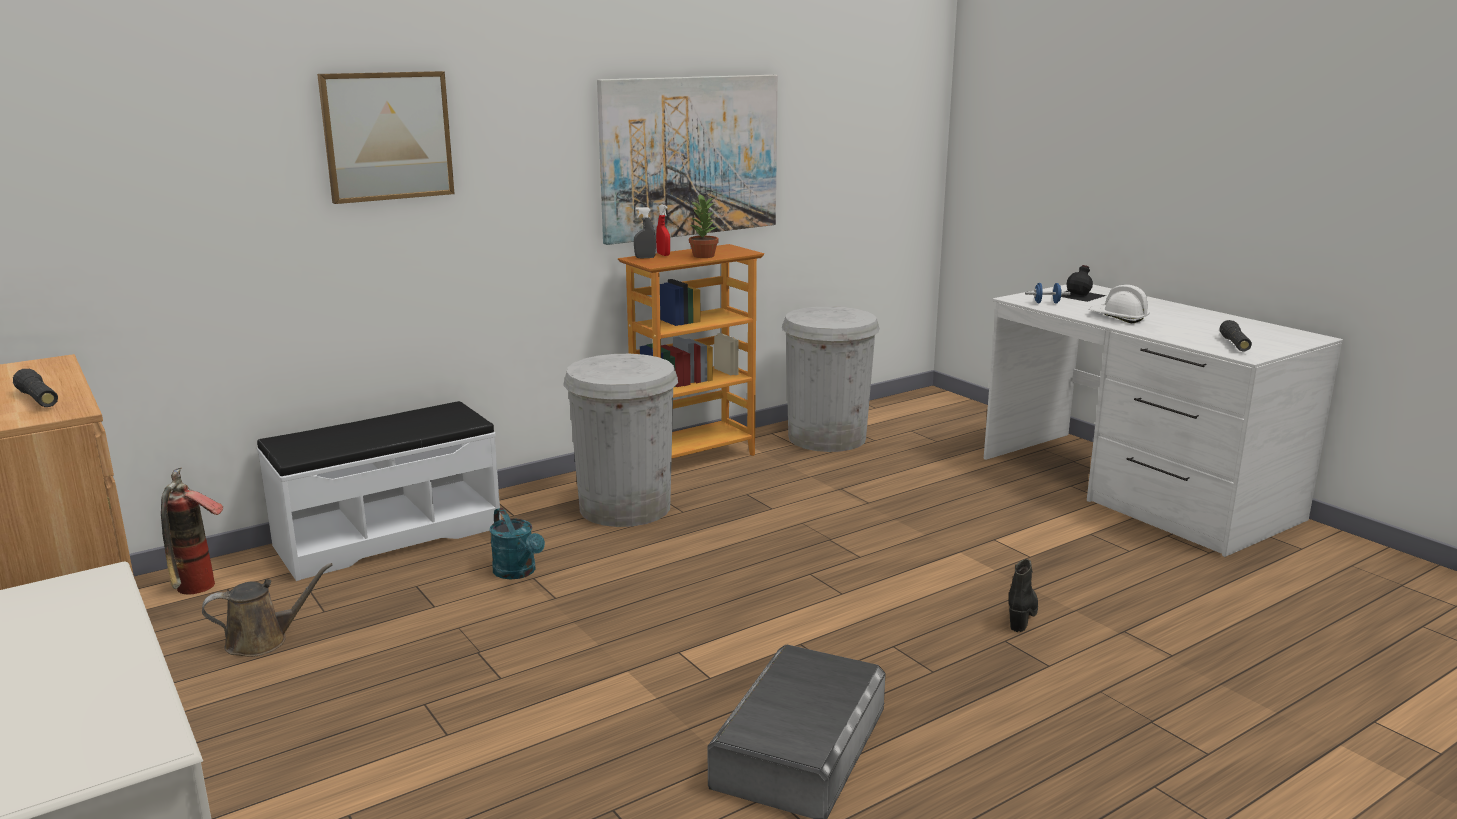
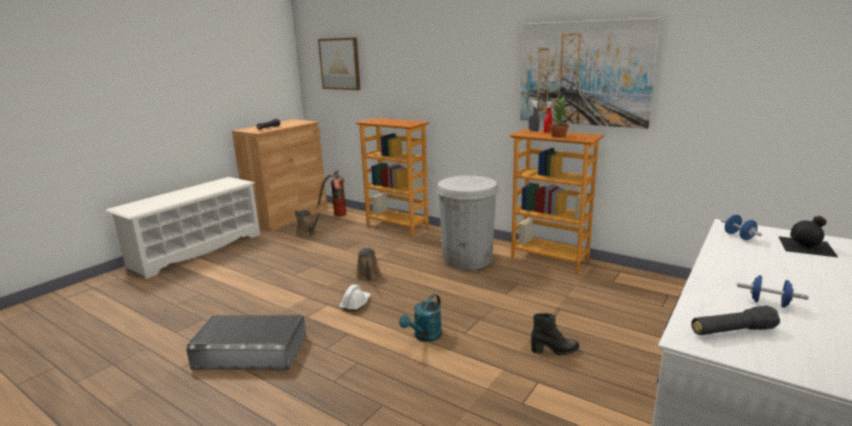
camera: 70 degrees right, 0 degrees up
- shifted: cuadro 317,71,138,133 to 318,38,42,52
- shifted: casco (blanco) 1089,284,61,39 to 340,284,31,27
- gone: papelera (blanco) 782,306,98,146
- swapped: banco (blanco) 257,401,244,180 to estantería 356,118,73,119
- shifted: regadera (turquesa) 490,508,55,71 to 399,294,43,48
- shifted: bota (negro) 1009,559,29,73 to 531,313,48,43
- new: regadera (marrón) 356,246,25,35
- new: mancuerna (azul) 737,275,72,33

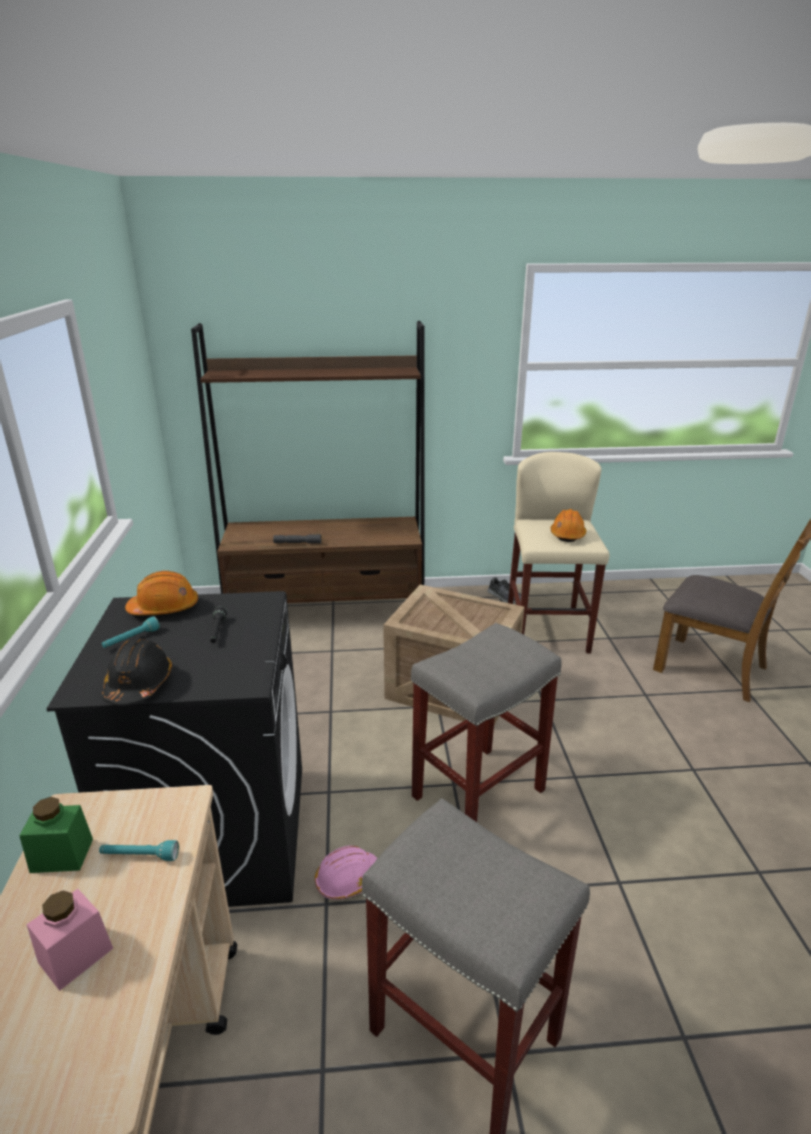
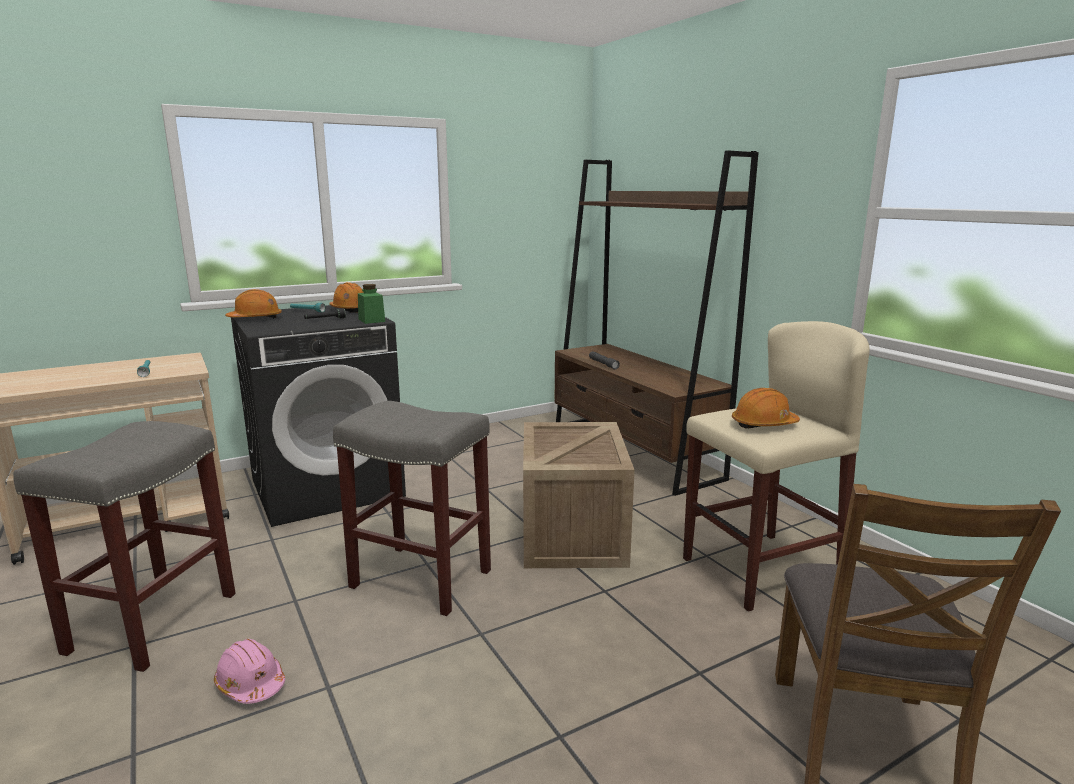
camera: 65 degrees right, 10 degrees down
- gone: zapato 487,577,34,27
- repainted: casco (negro) 102,638,70,67 to casco (naranja) 225,289,57,30
- shifted: tarro (verde) 19,797,74,76 to 358,284,27,40
- shifted: casco (rosa) 315,846,63,54 to 214,639,71,65
- gone: tarro (rosa) 26,889,87,102

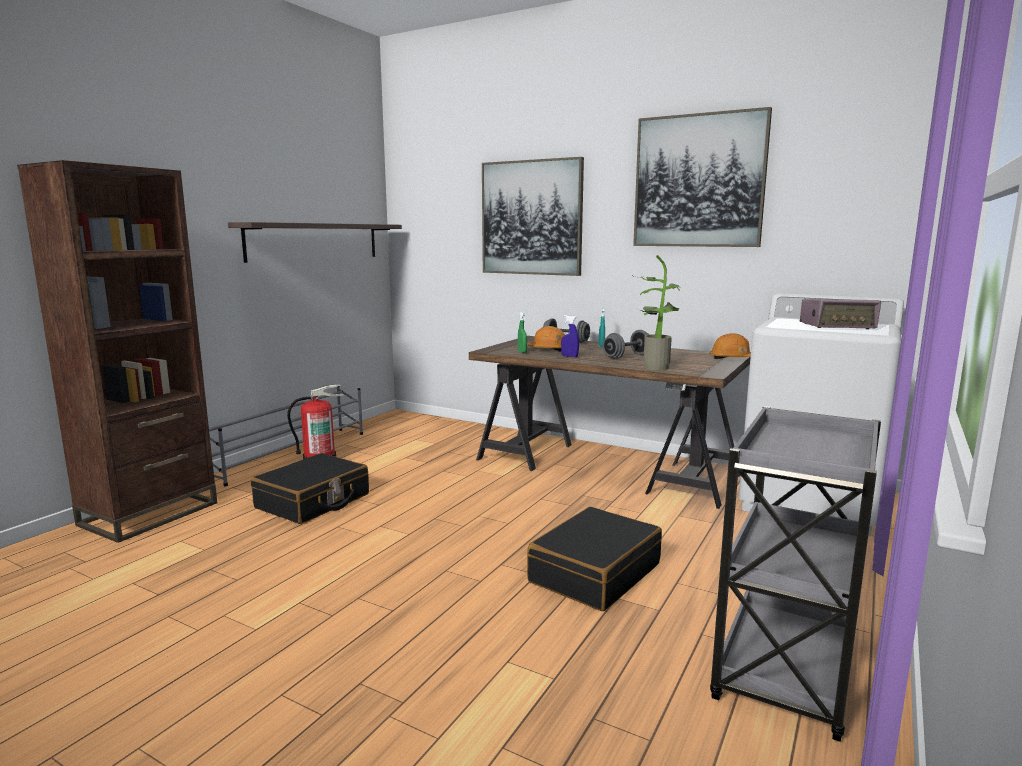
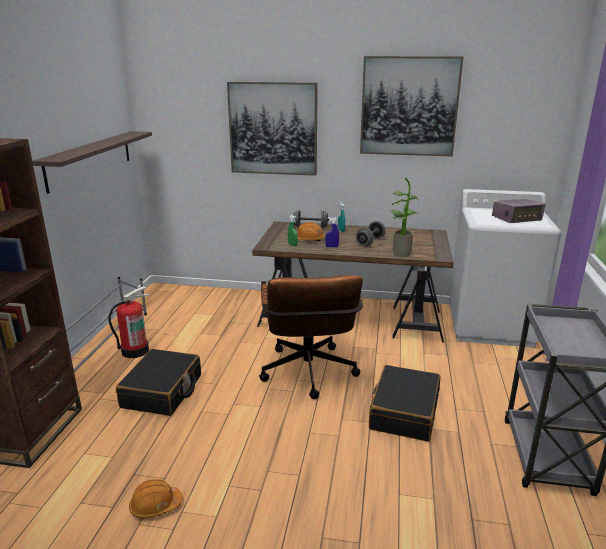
camera: 20 degrees left, 10 degrees up
- shifted: casco (naranja) 710,333,41,26 to 129,479,54,39
- new: silla de oficina (marrón) 259,275,104,124

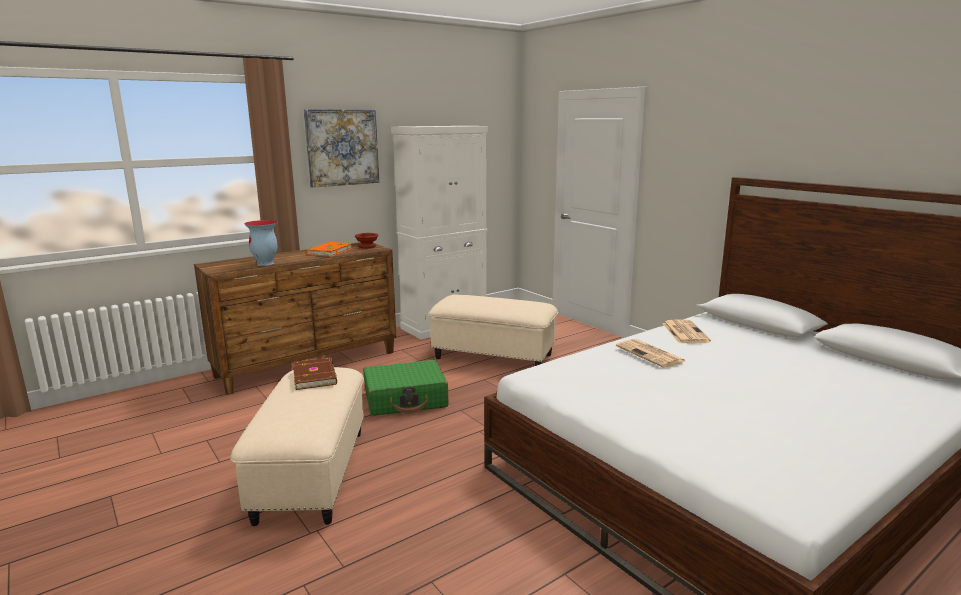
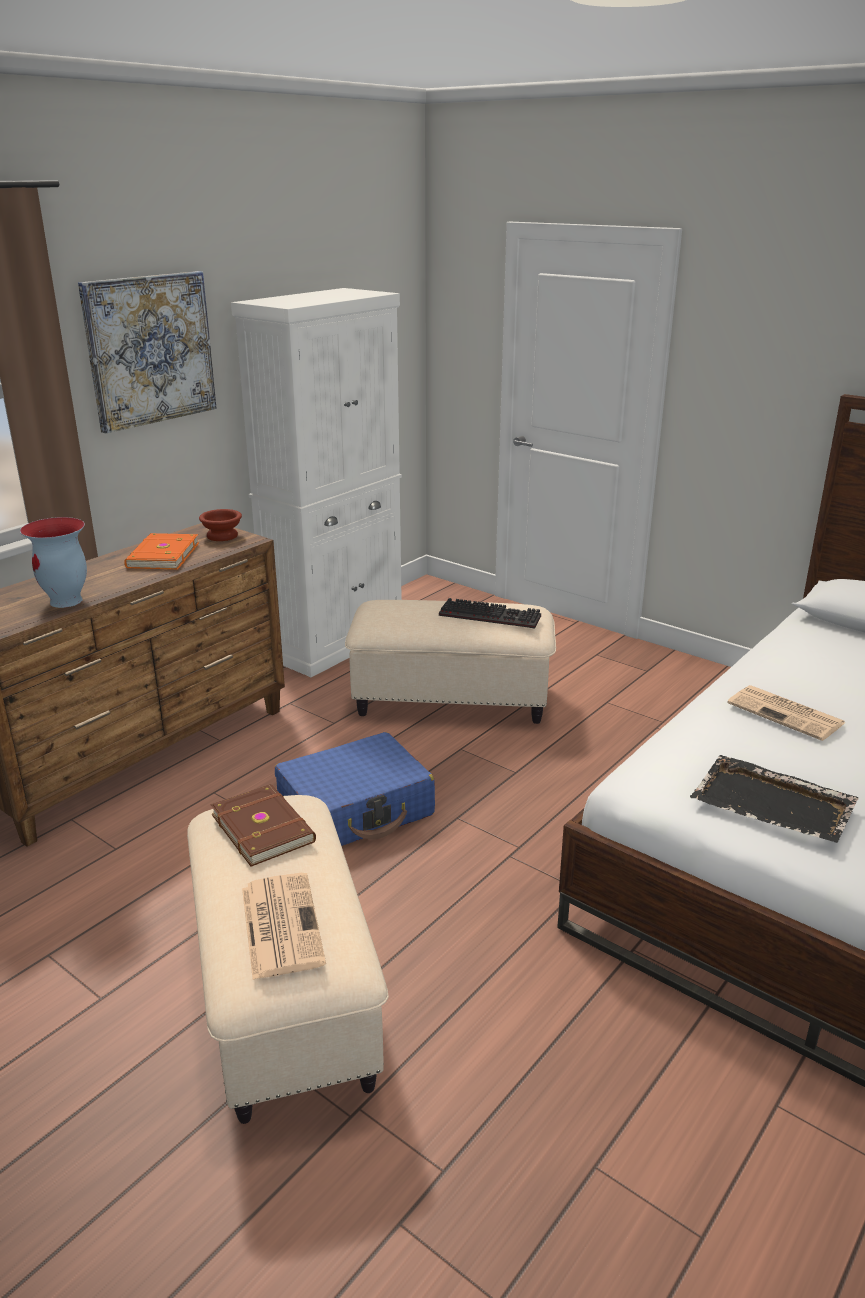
camera: 15 degrees left, 10 degrees up
- shifted: periódico 662,320,49,23 to 242,873,84,107
- repainted: maleta (verde) 363,360,85,56 to maleta (azul) 275,732,160,114
- new: teclado 439,598,102,30
- new: bandeja (negro) 690,755,169,88

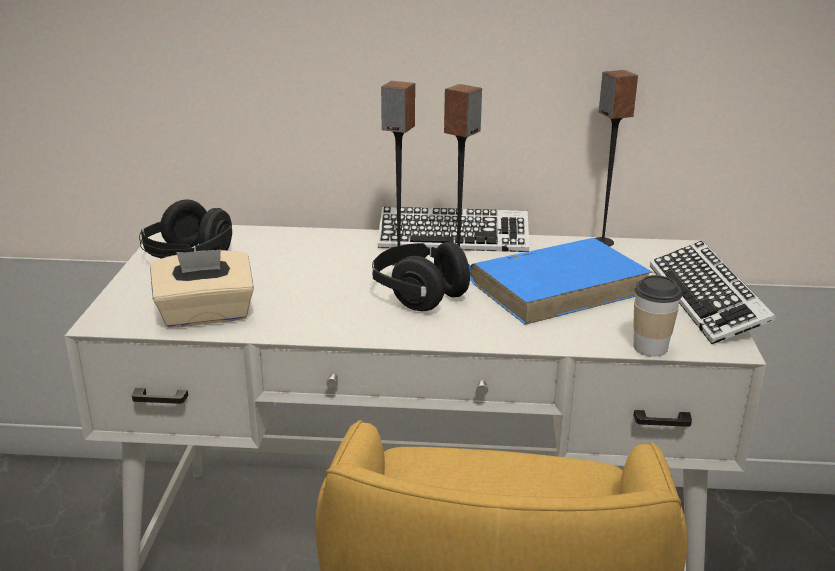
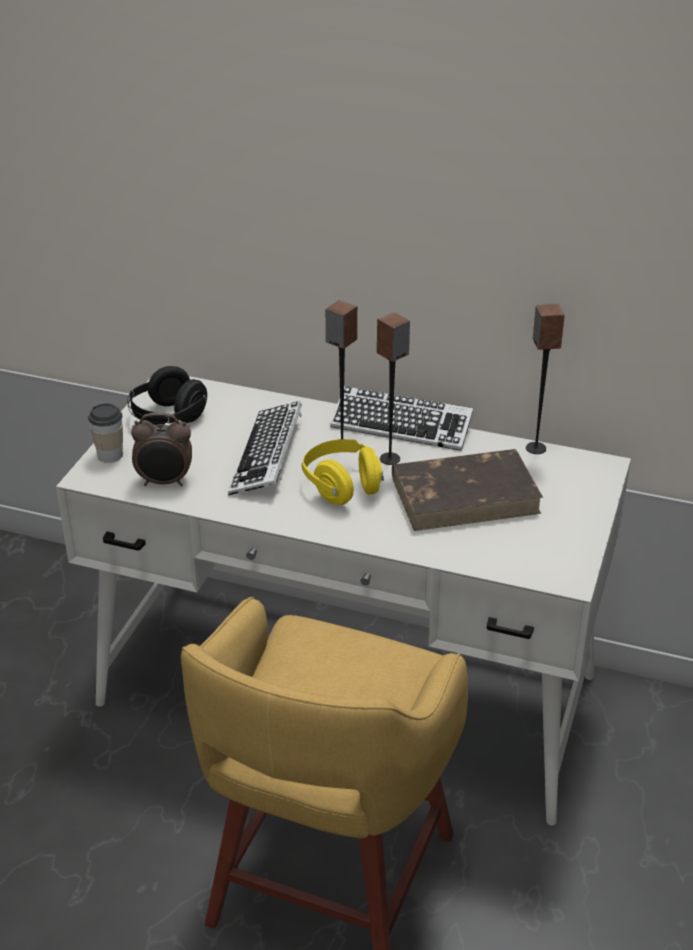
camera: 15 degrees right, 10 degrees up
- repainted: libro (azul) 469,238,183,87 to libro (marrón) 392,449,151,82
- shifted: teclado 650,241,126,103 to 228,401,74,94
- repainted: auriculares (negro) 372,242,101,69 to auriculares (amarillo) 302,439,82,66
- swapped: caja de pañuelos (beis) 150,249,104,79 to despertador 131,413,61,73
- shifted: taza 633,275,49,82 to 88,403,35,60

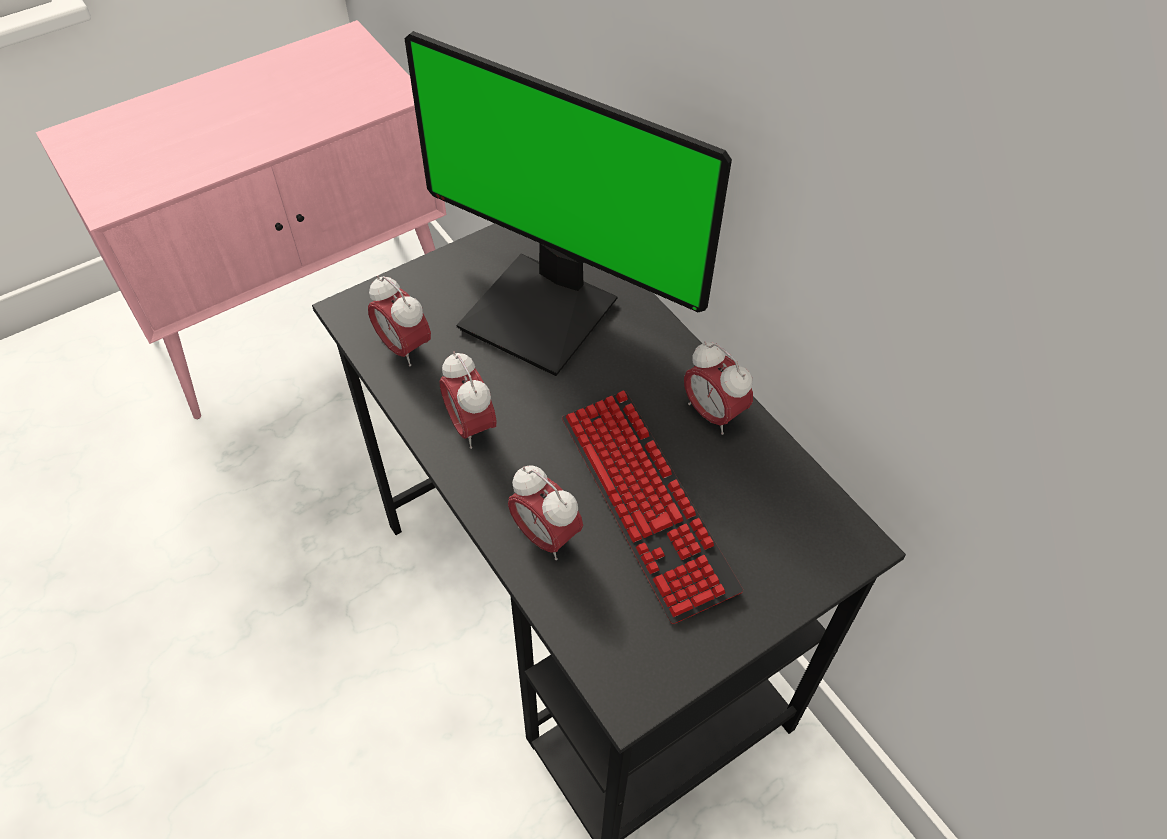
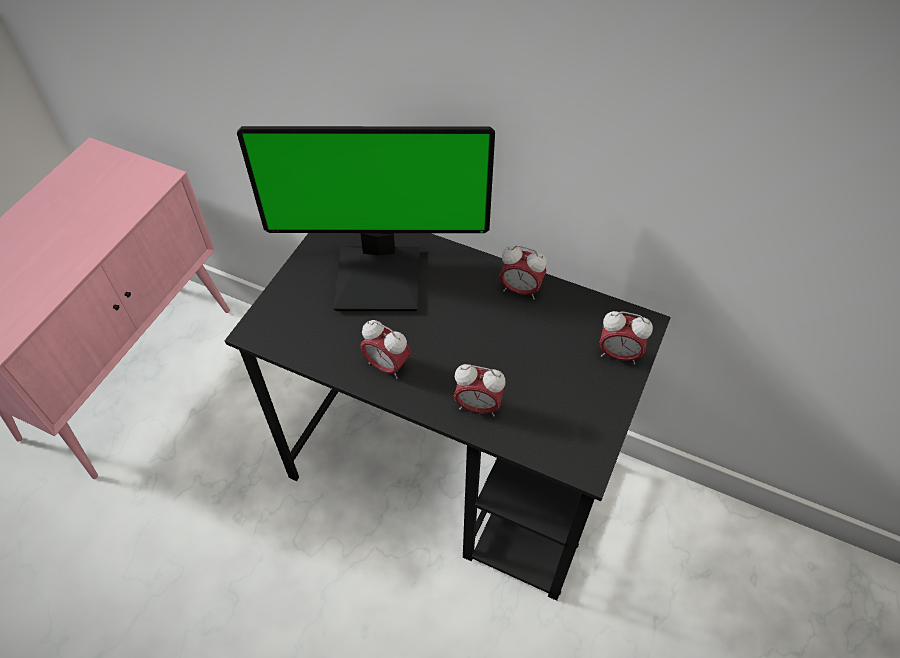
camera: 30 degrees left, 0 degrees up
- shifted: despertador 368,276,63,91 to 600,311,53,54
- gone: teclado 562,390,181,234

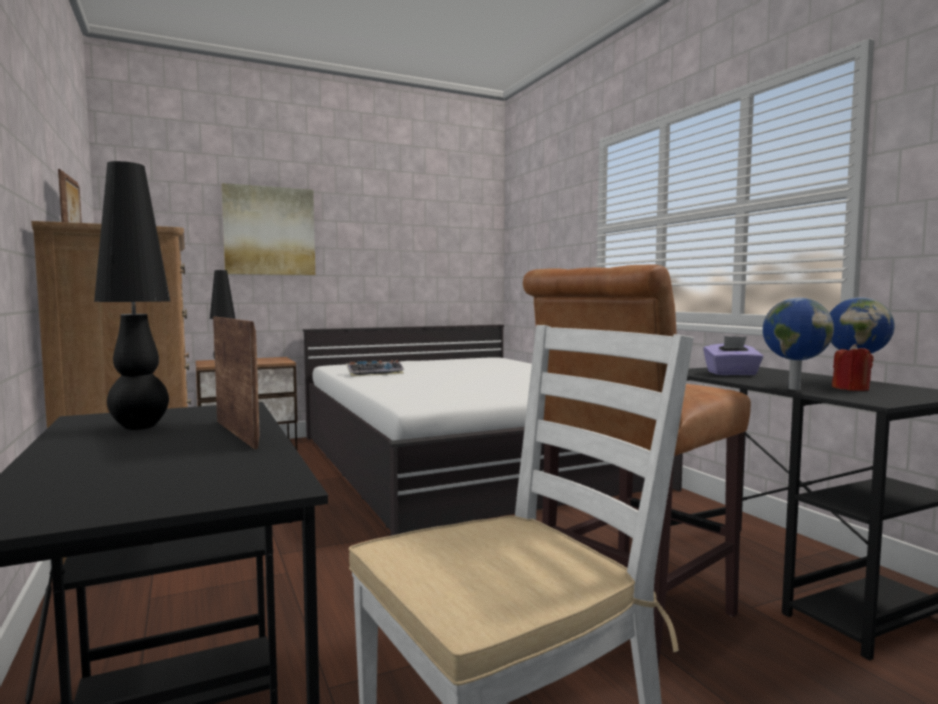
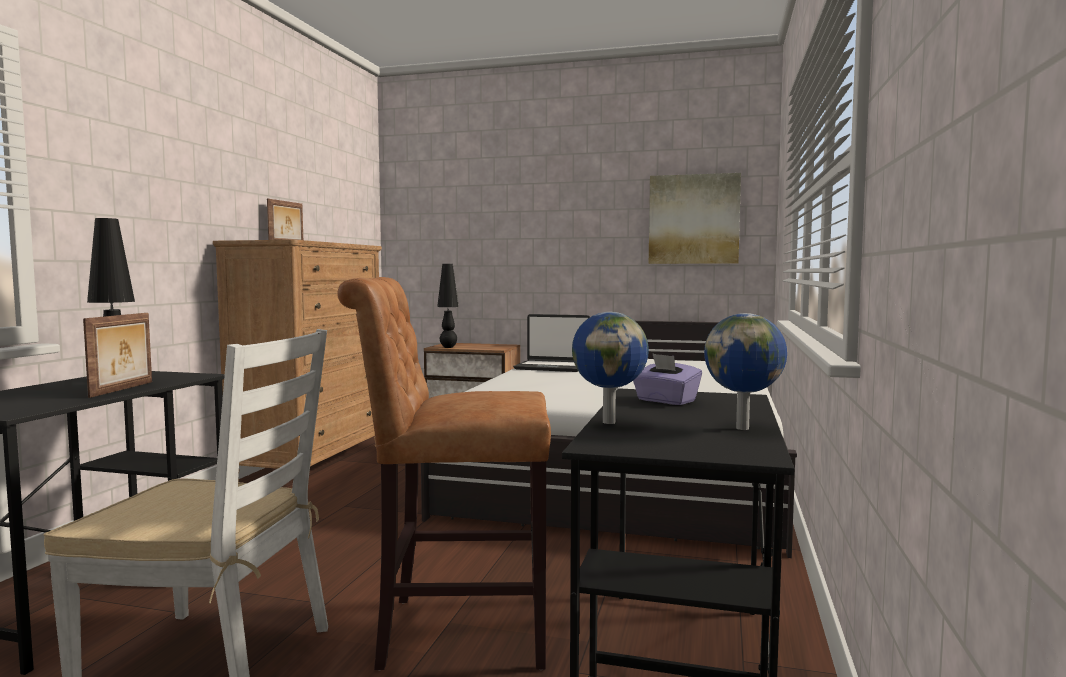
camera: 40 degrees right, 0 degrees up
- shifted: cuadro 222,183,93,92 to 649,173,92,91
- gone: vela (rojo) 832,344,42,47
- swapped: teclado 346,360,58,17 to portátil 513,314,77,58

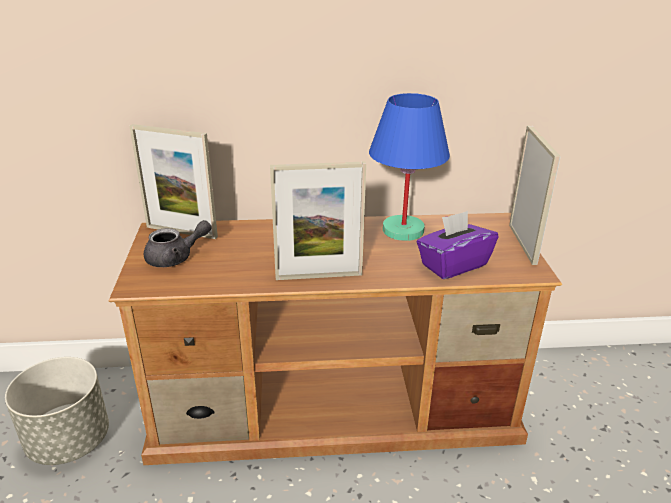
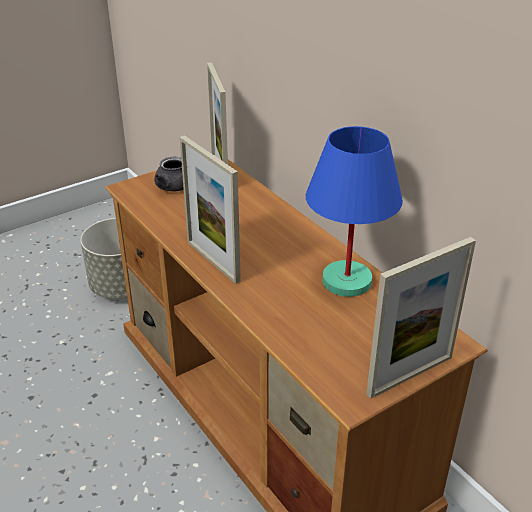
camera: 60 degrees right, 5 degrees up
- gone: caja de pañuelos (morado) 417,211,81,68

